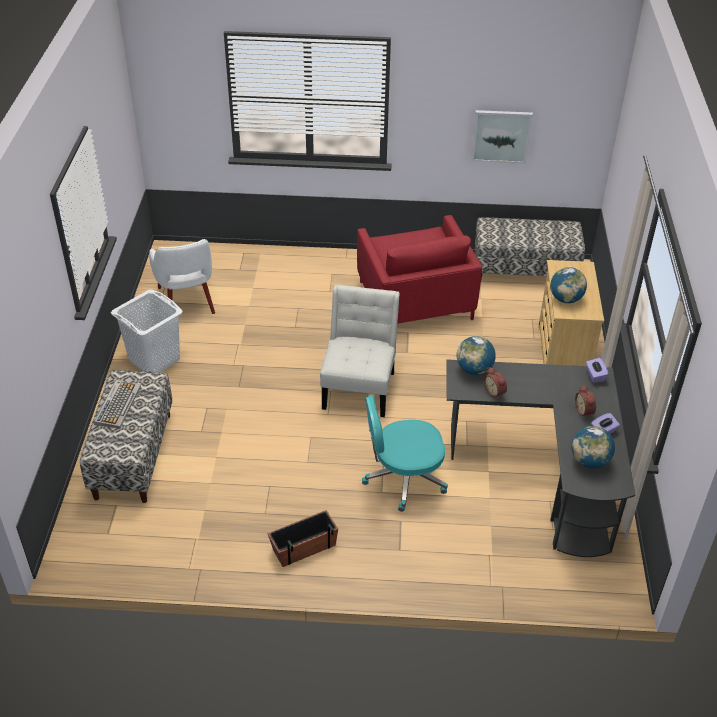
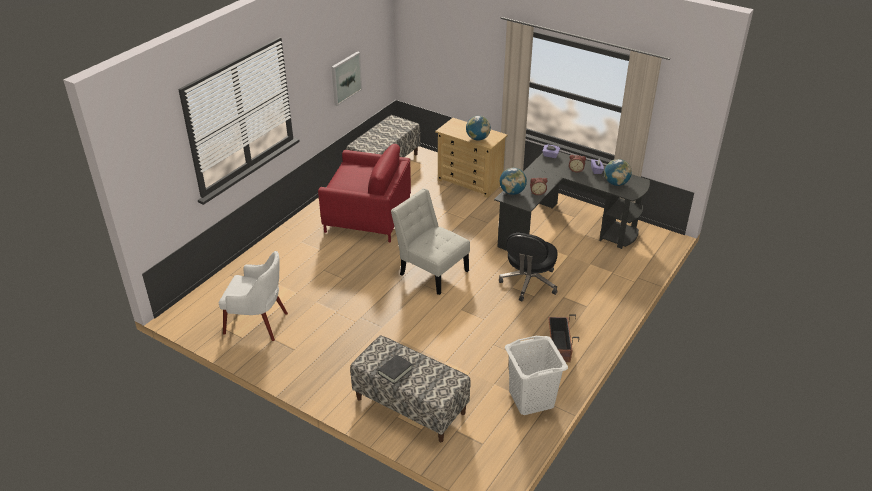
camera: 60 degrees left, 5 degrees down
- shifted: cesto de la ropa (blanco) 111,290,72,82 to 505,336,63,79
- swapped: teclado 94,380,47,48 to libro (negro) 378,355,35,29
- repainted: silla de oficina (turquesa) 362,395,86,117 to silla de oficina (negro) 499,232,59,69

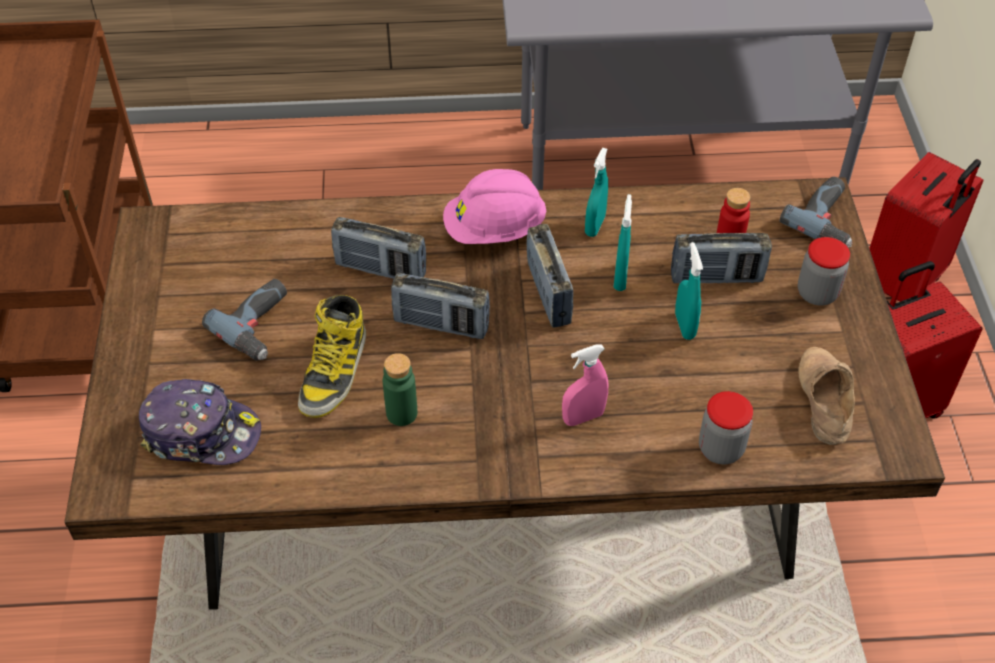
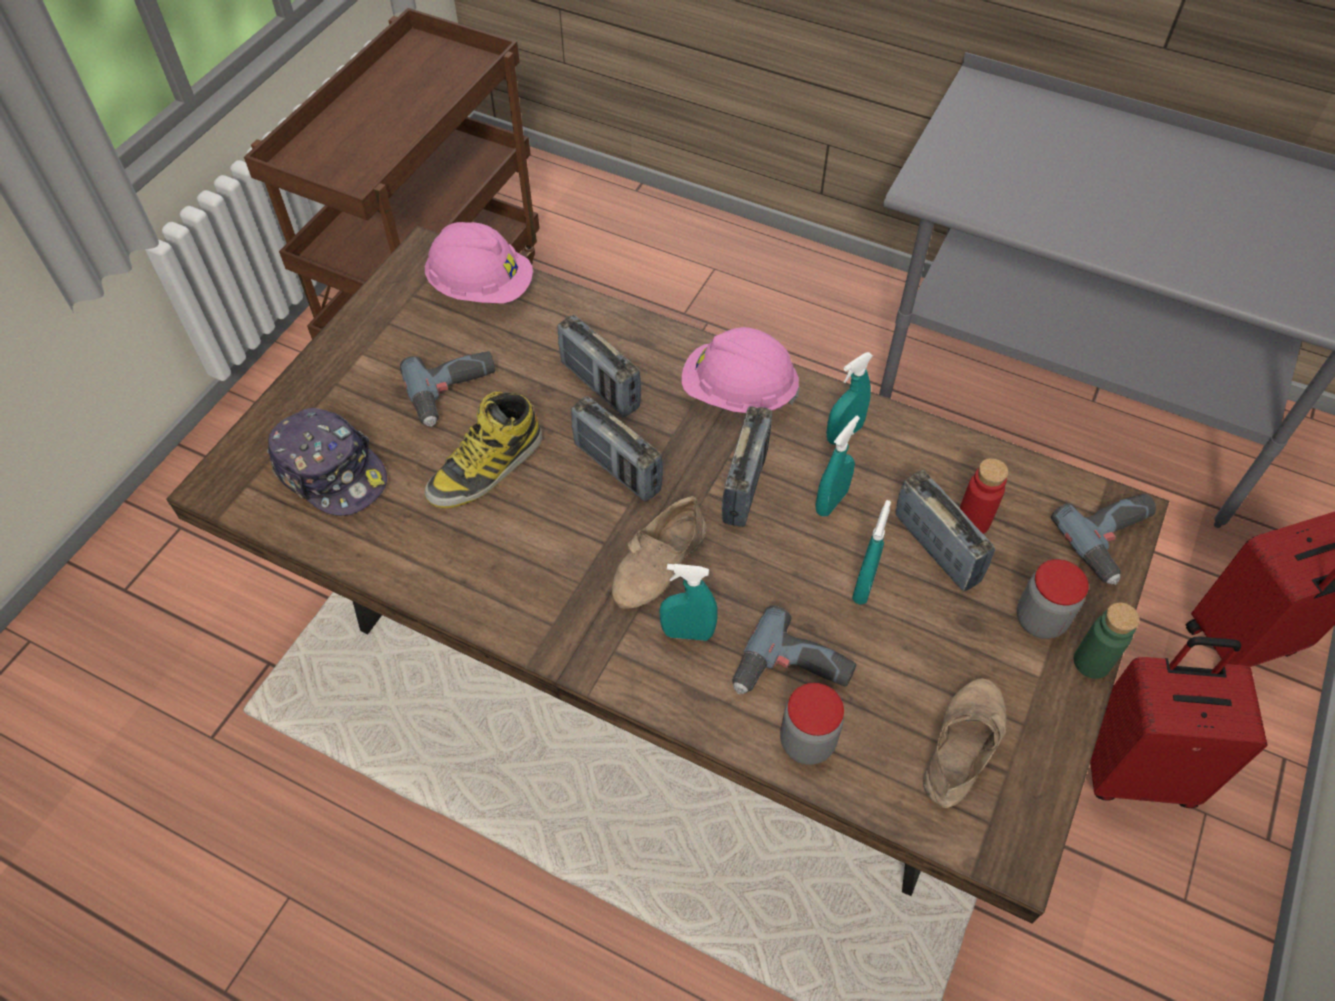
camera: 30 degrees right, 5 degrees up
- rotated: radio 671,233,101,50 = 895,470,100,121 150 degrees counterclockwise
- repainted: pulverizador (rosa) 562,344,47,82 to pulverizador (turquesa) 659,564,59,77
- shifted: botella (verde) 383,353,34,73 to 1074,603,66,76
- new: casco (rosa) 425,222,108,81
- new: zapato (beis) 612,496,94,113
- new: taladro 732,605,124,89

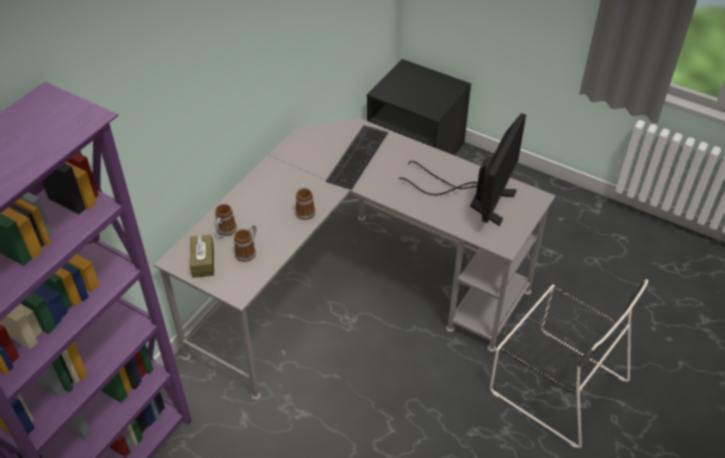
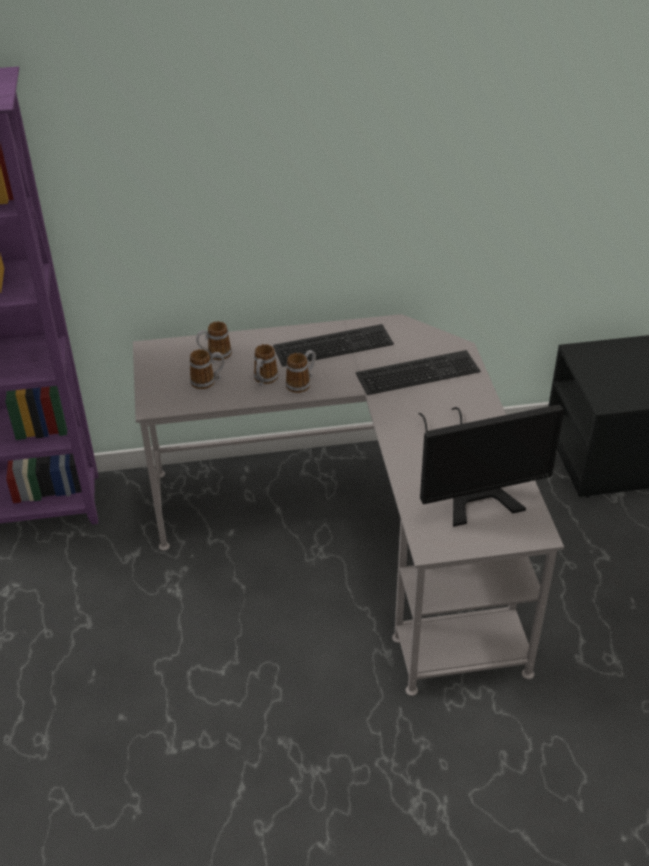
camera: 50 degrees right, 5 degrees down
- gone: caja de pañuelos (marrón) 190,234,24,44
- gone: silla (negro) 490,279,158,169
- new: teclado 273,324,121,43
- new: taza grande 254,344,24,42

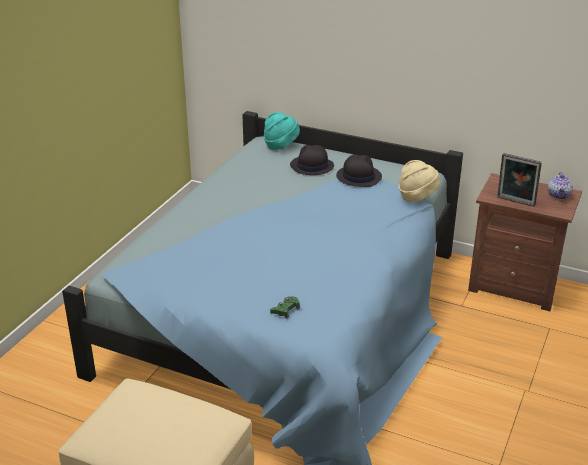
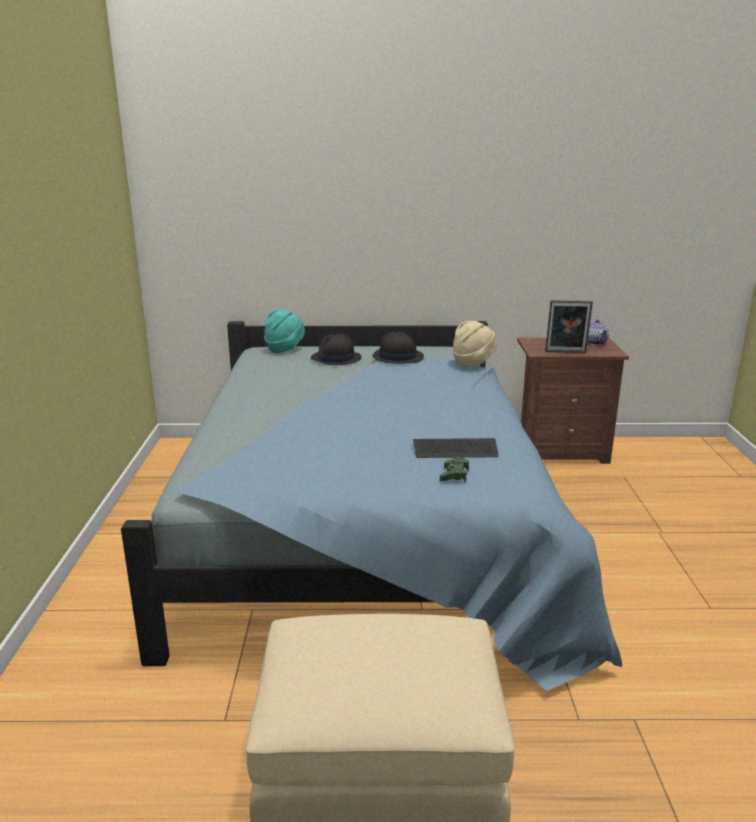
camera: 25 degrees left, 10 degrees down
- new: teclado 413,438,85,20

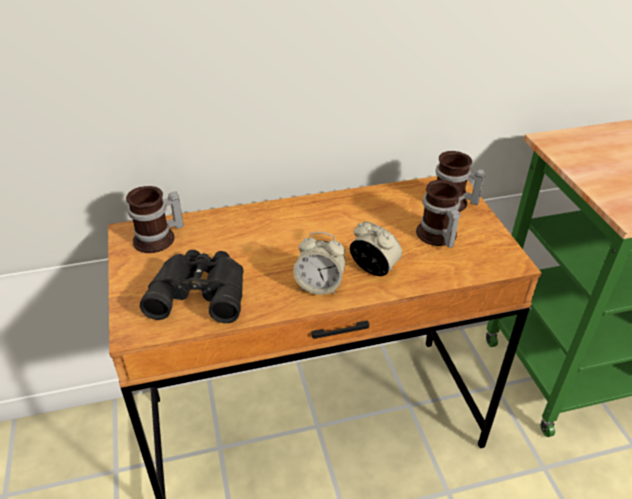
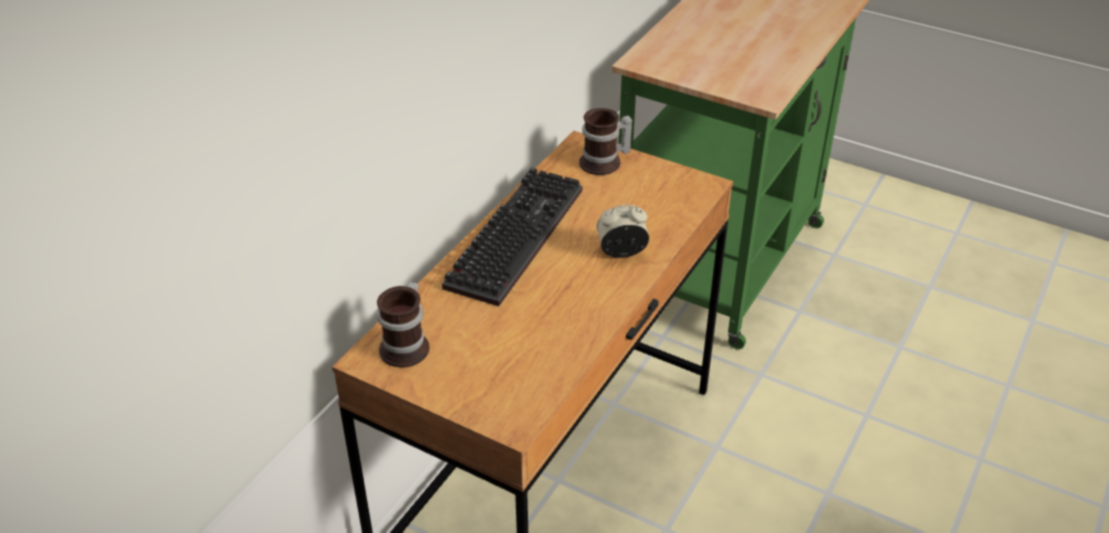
camera: 45 degrees left, 0 degrees up
- gone: taza grande 416,180,45,68
- gone: despertador 293,232,52,63
- gone: prismáticos (negro) 140,250,104,73
- new: teclado 442,167,140,139

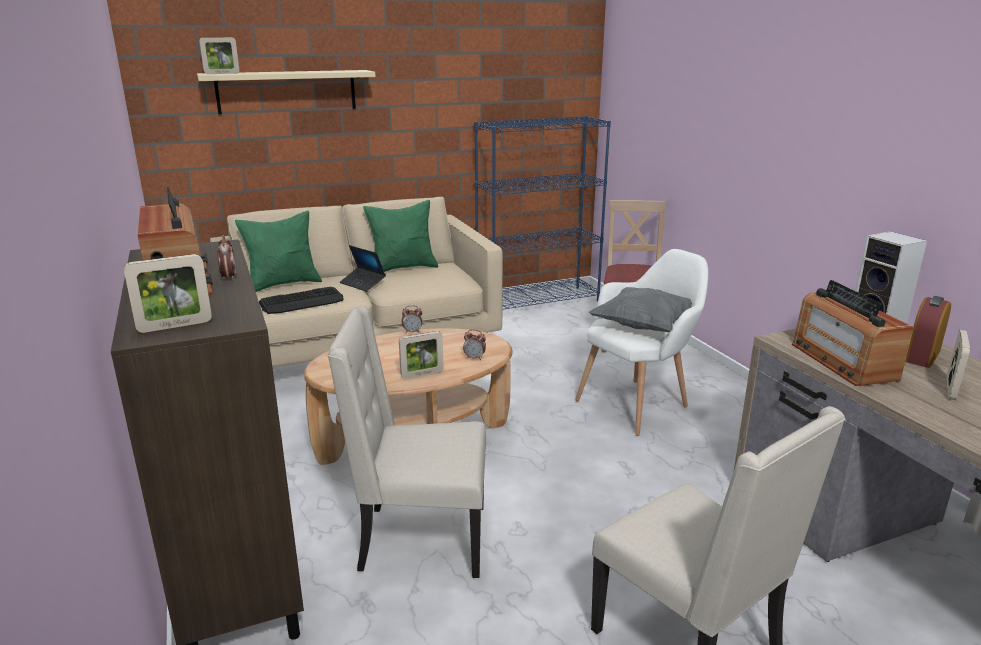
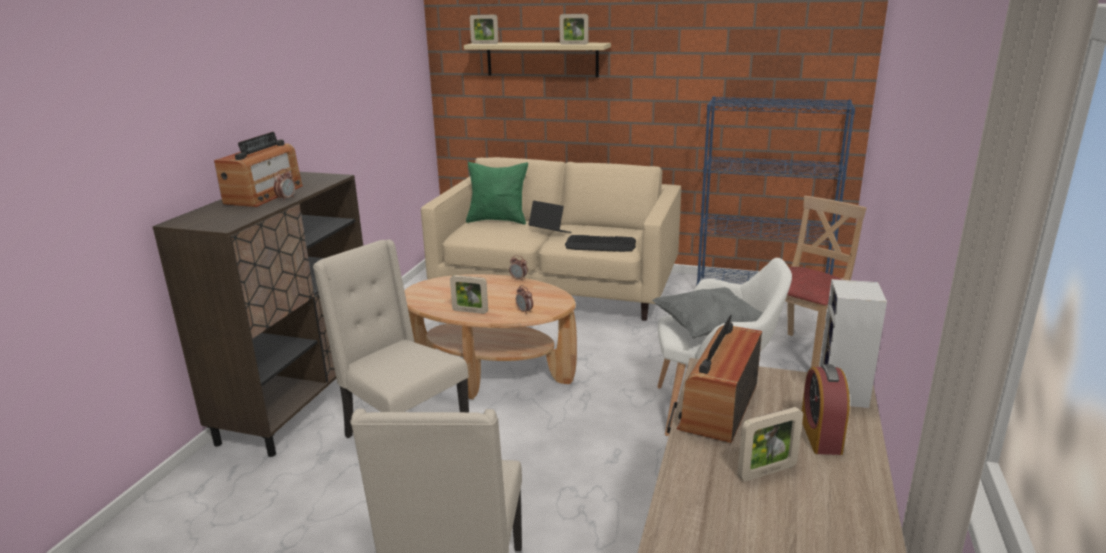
camera: 40 degrees right, 0 degrees up
- gone: cojín (verde) 363,200,75,72
- rotated: portátil 340,245,46,47 = 529,200,43,33 135 degrees clockwise
- shifted: portarretratos 124,254,88,79 to 559,14,30,31
- shifted: teclado 259,287,85,27 to 565,235,71,17
- rotated: despertador 905,296,46,72 = 802,364,48,91 75 degrees counterclockwise

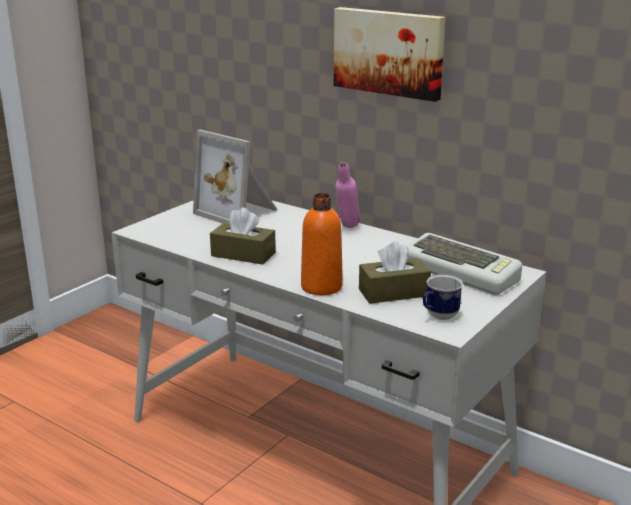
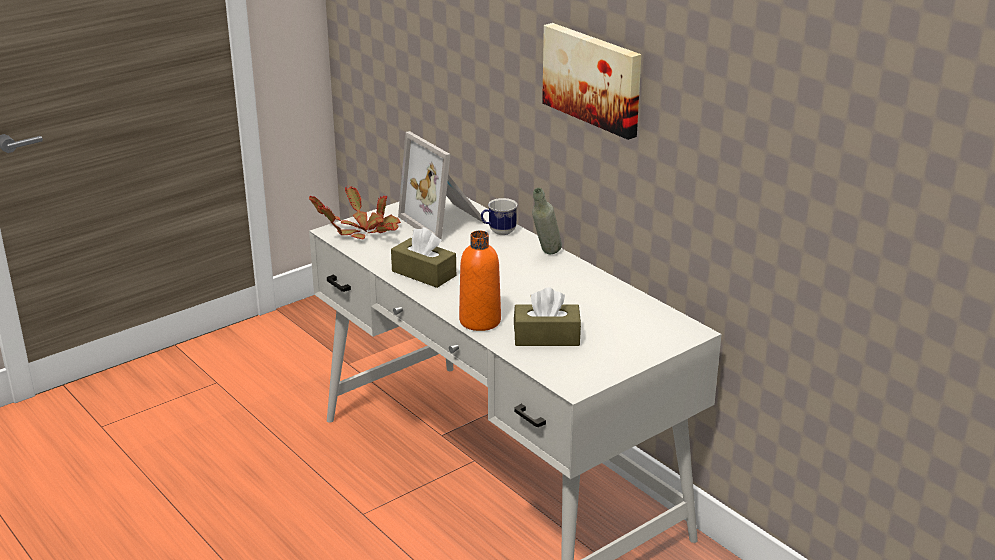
camera: 15 degrees right, 5 degrees up
- repainted: botella (rosa) 336,162,24,66 to botella (gris) 532,188,30,66
- gone: teclado 407,233,115,62
- shifted: taza grande 423,275,40,45 to 481,198,37,37
- new: planta en maceta 309,186,92,54

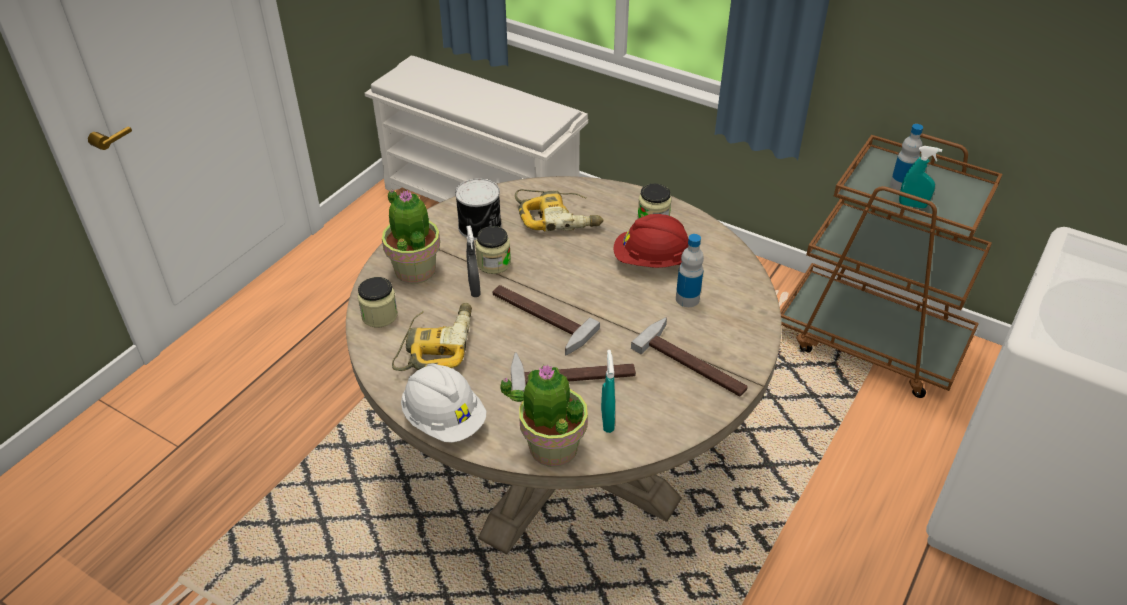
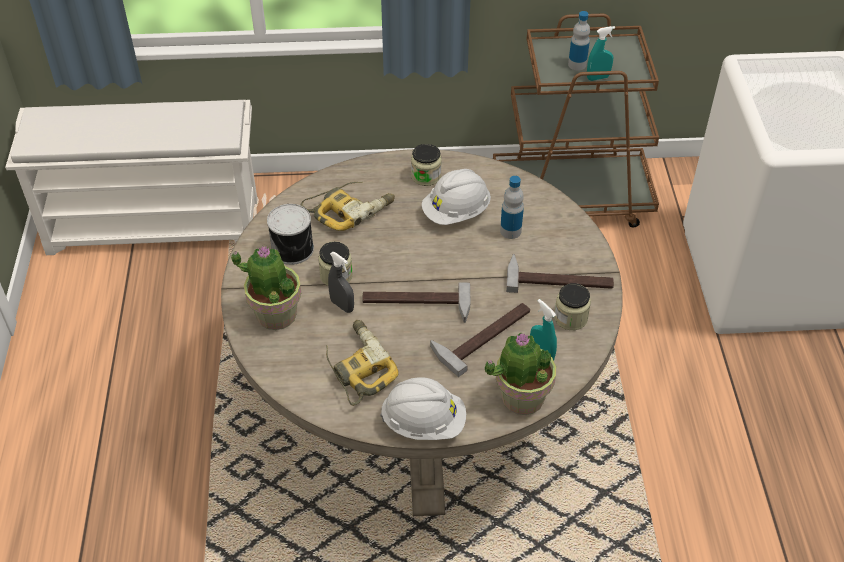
camera: 35 degrees left, 5 degrees up
- repainted: casco (rojo) 614,214,74,54 to casco (blanco) 421,169,70,56
- shifted: tarro 357,277,41,50 to 554,283,37,47

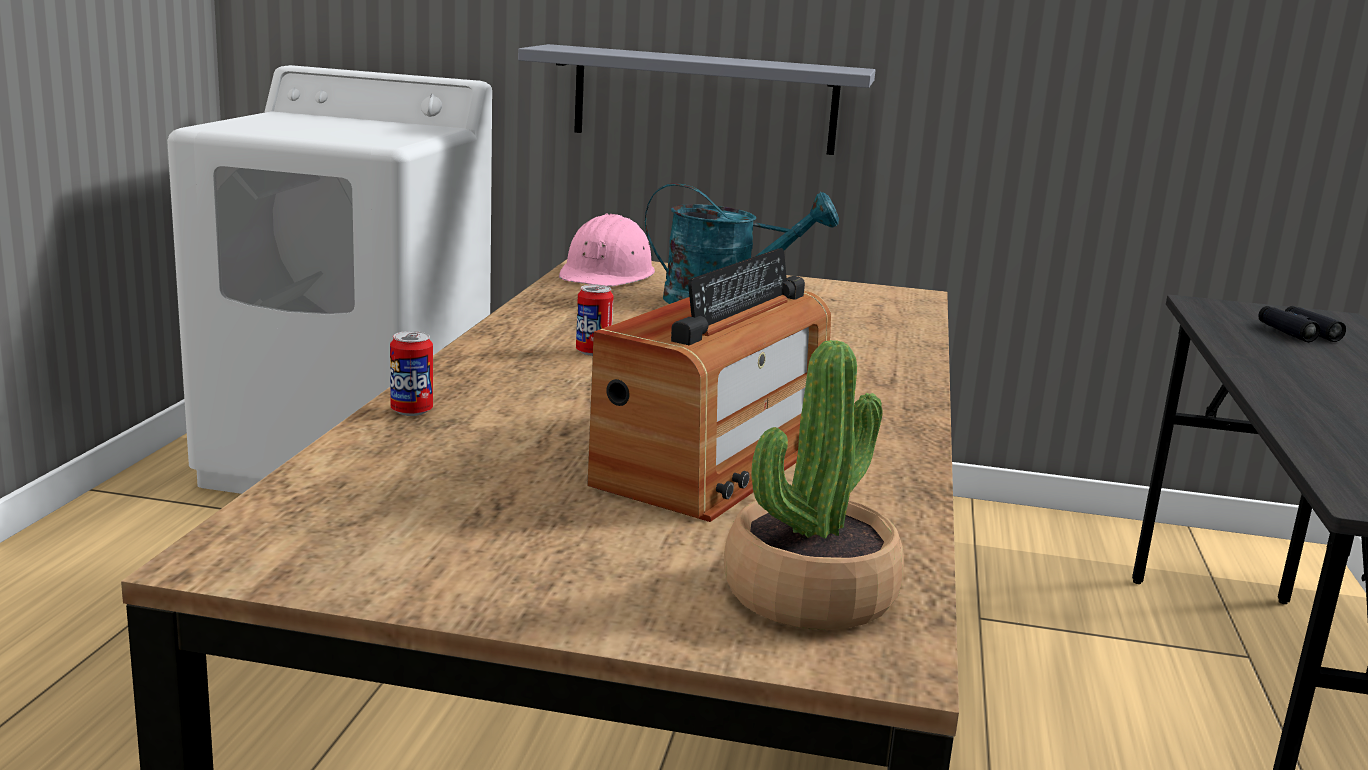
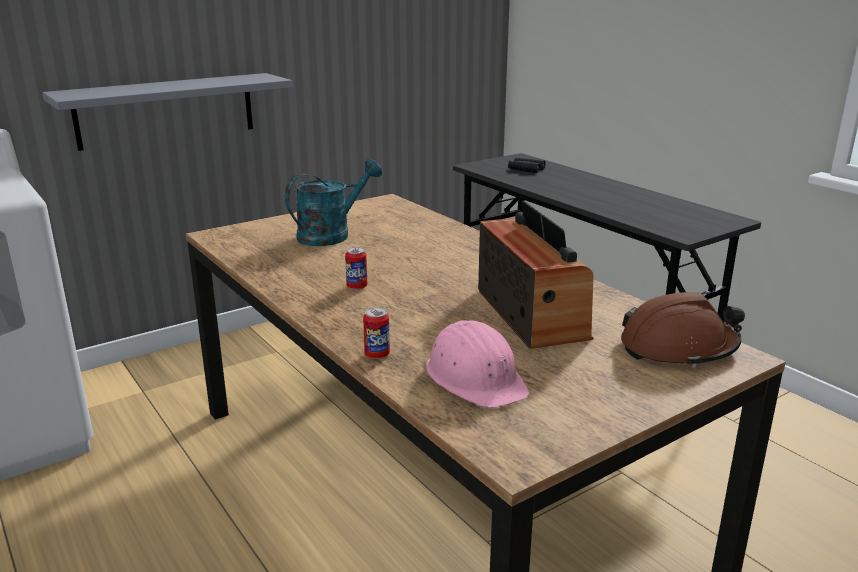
camera: 45 degrees left, 5 degrees up
- shifted: casco (rosa) 559,214,96,72 to 426,320,104,88
- swapped: planta en maceta 724,340,180,290 to casco (marrón) 621,292,124,76

